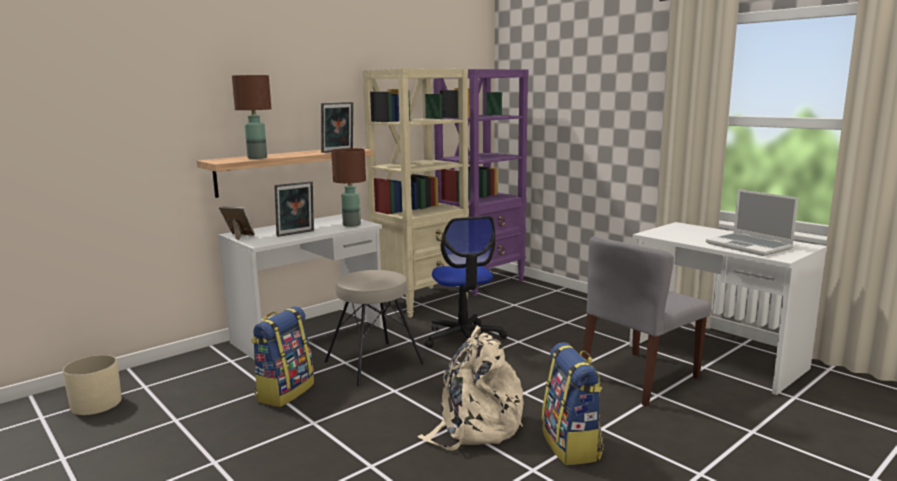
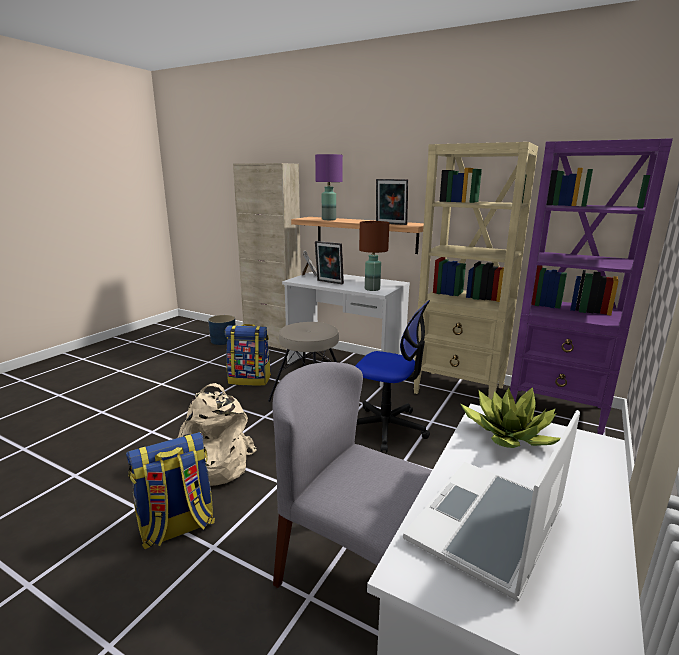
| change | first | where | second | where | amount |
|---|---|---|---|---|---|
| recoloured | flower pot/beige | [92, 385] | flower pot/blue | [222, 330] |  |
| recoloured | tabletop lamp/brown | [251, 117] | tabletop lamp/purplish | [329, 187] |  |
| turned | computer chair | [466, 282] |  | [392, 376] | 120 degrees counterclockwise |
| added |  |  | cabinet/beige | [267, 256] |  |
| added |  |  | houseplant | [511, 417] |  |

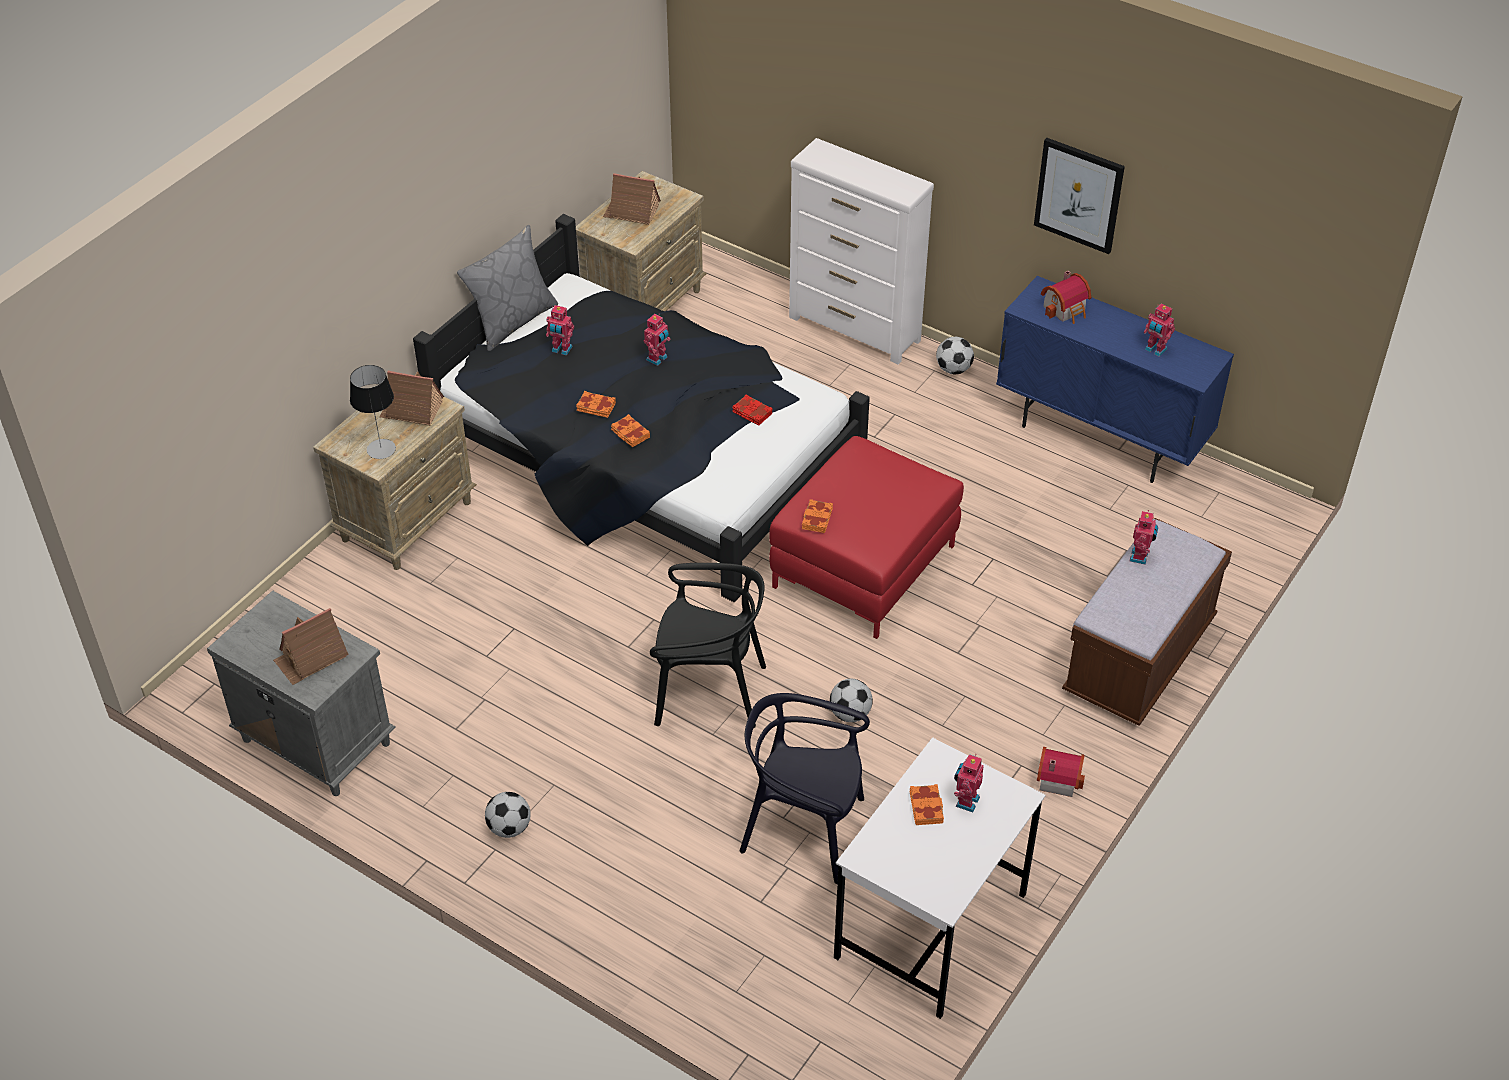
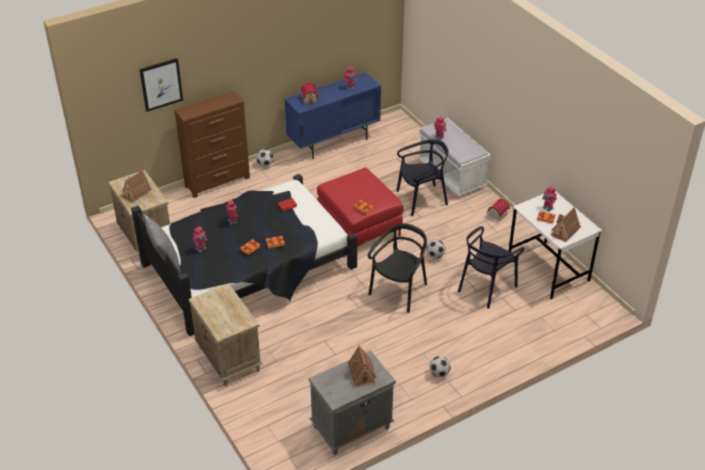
| change | first | where | second | where | amount |
|---|---|---|---|---|---|
| removed | tabletop lamp | [373, 412] |  |  |  |
| moved | toy house | [411, 398] |  | [565, 224] |  |
| recoloured | chest of drawers/white-coloured | [861, 251] | chest of drawers/brown | [212, 144] |  |
| moved | wall picture | [1079, 196] |  | [161, 85] |  |
| recoloured | long seat/brown | [1147, 622] | long seat/white-coloured | [454, 157] |  |
| added |  |  | plain chair/blackish | [422, 177] |  |

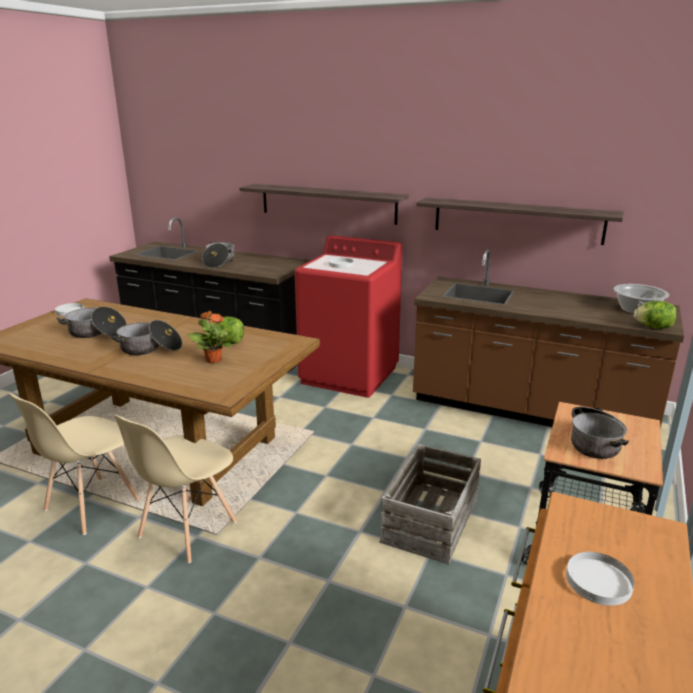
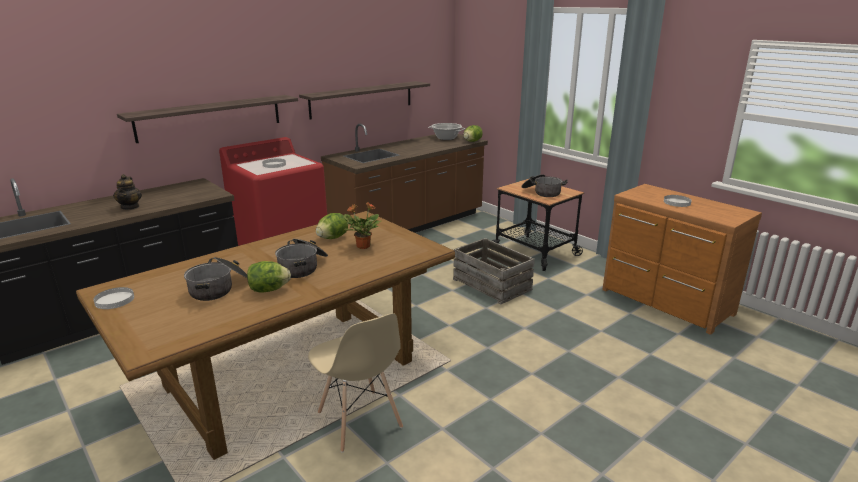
| change | first | where | second | where | amount |
|---|---|---|---|---|---|
| removed | plain chair/beige | [175, 489] |  |  |  |
| replaced | saucepot | [218, 254] | pot for tea | [127, 192] |  |
| added |  |  | lettuce | [269, 277] |  |

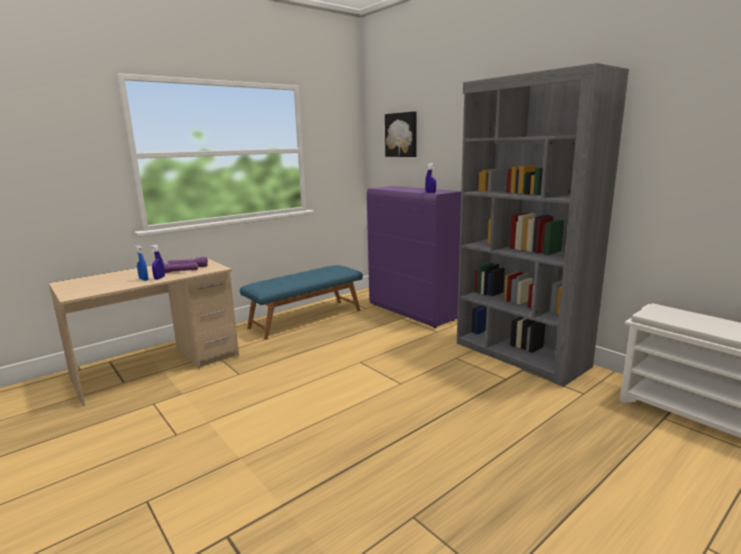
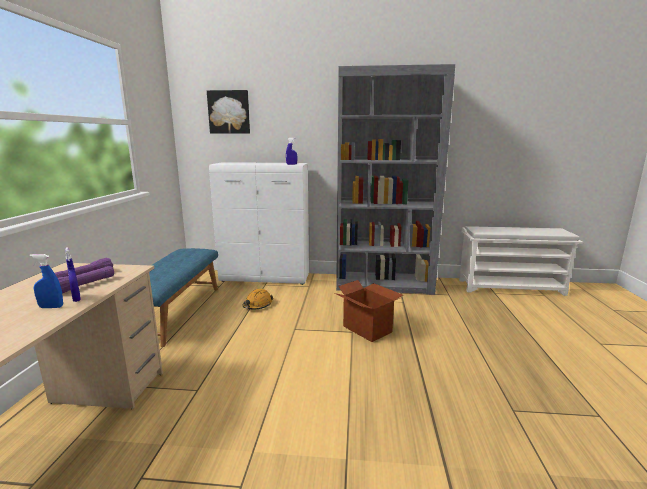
| change | first | where | second | where | amount |
|---|---|---|---|---|---|
| recoloured | cabinet/purplish | [414, 257] | cabinet/white-coloured | [259, 223] |  |
| added |  |  | hard hat/orange | [257, 299] |  |
| added |  |  | packing box | [368, 311] |  |

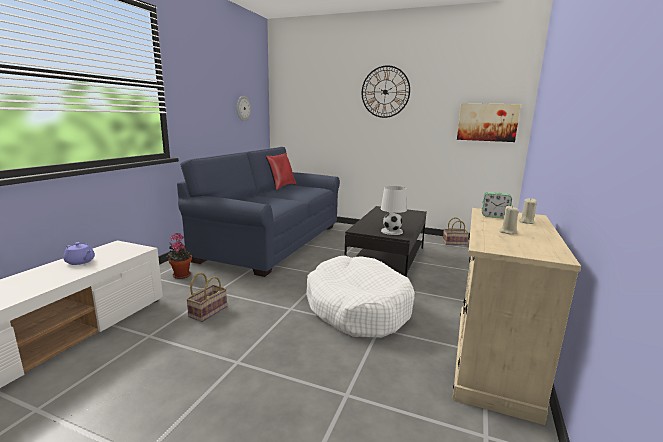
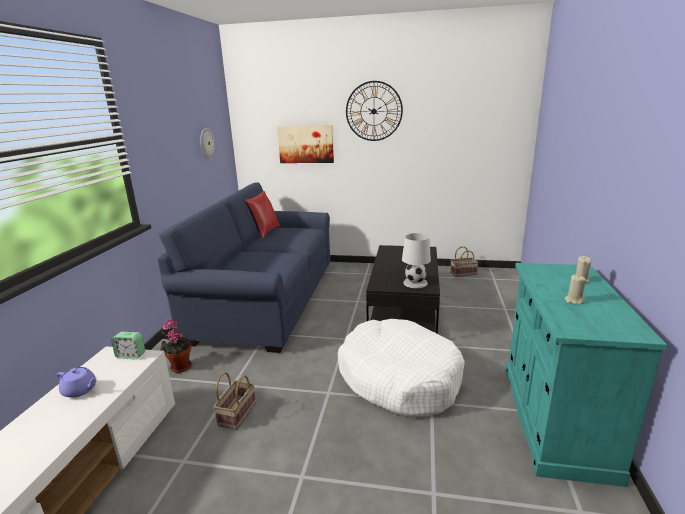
| change | first | where | second | where | amount |
|---|---|---|---|---|---|
| recoloured | cabinet/beige | [516, 316] | cabinet/blue-green | [586, 375] |  |
| moved | wall picture | [489, 122] |  | [305, 144] |  |
| moved | bedside clock | [497, 205] |  | [128, 345] |  |

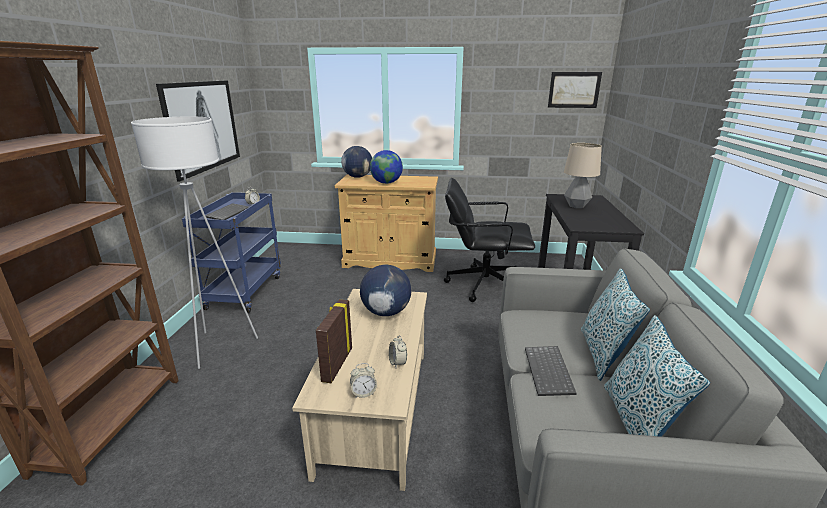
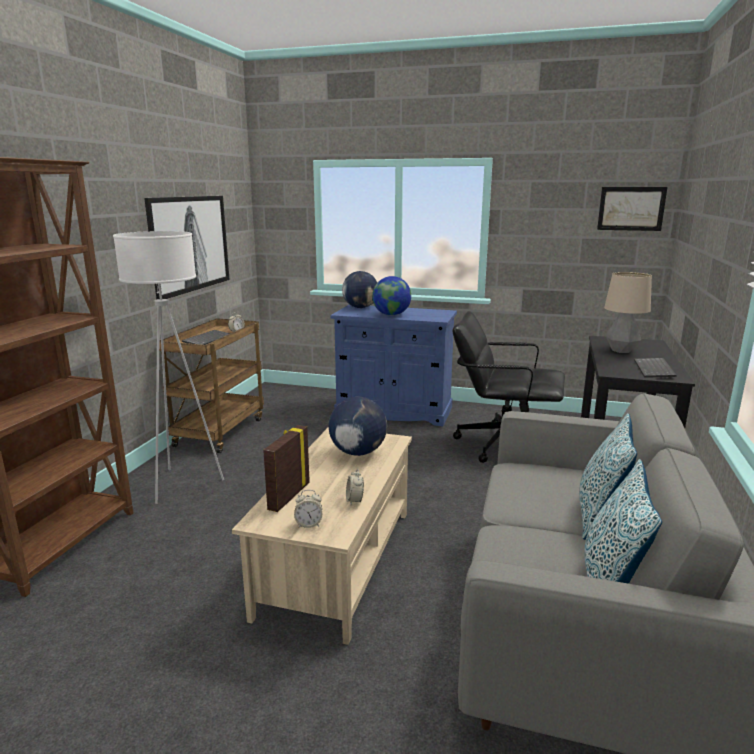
| change | first | where | second | where | amount |
|---|---|---|---|---|---|
| recoloured | trolley/blue | [231, 252] | trolley/brown | [211, 385] |  |
| recoloured | cabinet/beige | [386, 223] | cabinet/blue | [393, 365] |  |
| moved | keyboard | [550, 371] |  | [655, 368] |  |

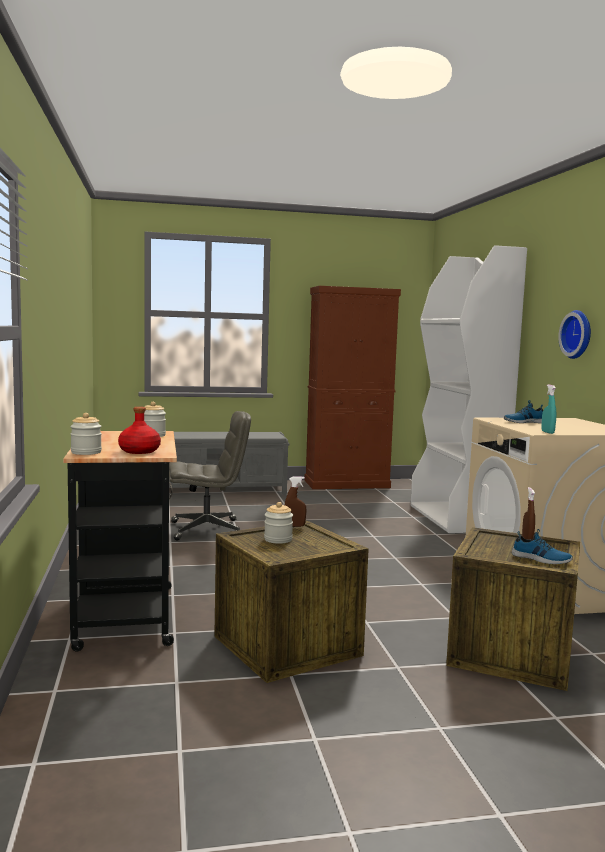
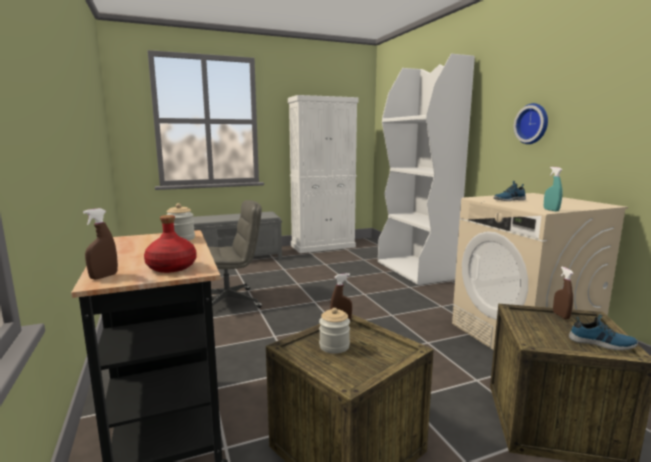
| change | first | where | second | where | amount |
|---|---|---|---|---|---|
| replaced | jar | [86, 434] | spray bottle/brown | [100, 244] |  |
| recoloured | cabinet/brown | [352, 387] | cabinet/white-coloured | [323, 174] |  |

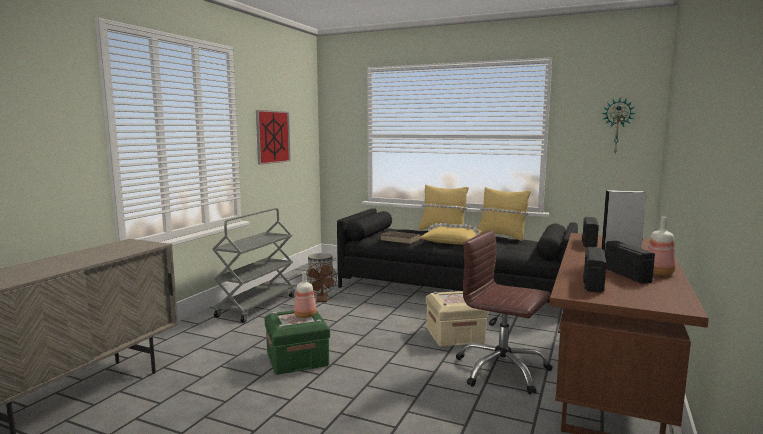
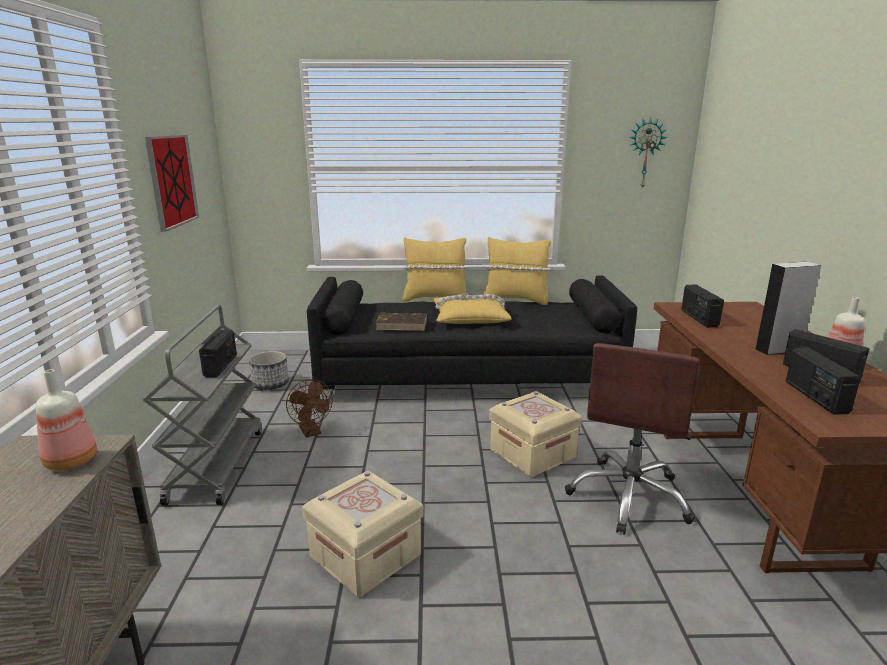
| change | first | where | second | where | amount |
|---|---|---|---|---|---|
| recoloured | storage container/green-coloured | [297, 342] | storage container/beige | [362, 534] |  |
| moved | beverage bottle | [305, 295] |  | [66, 419] |  |
| turned | computer chair/brown | [504, 312] |  | [632, 438] | 75 degrees counterclockwise |
| added |  |  | radio set | [218, 353] |  |

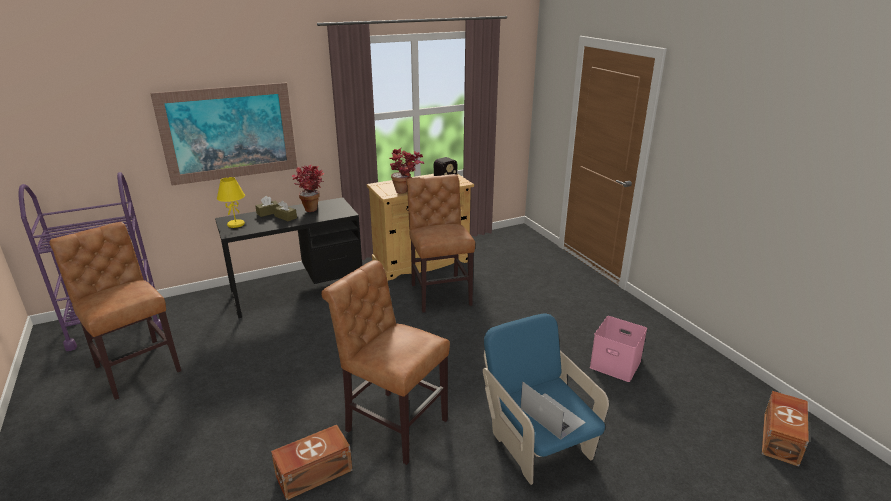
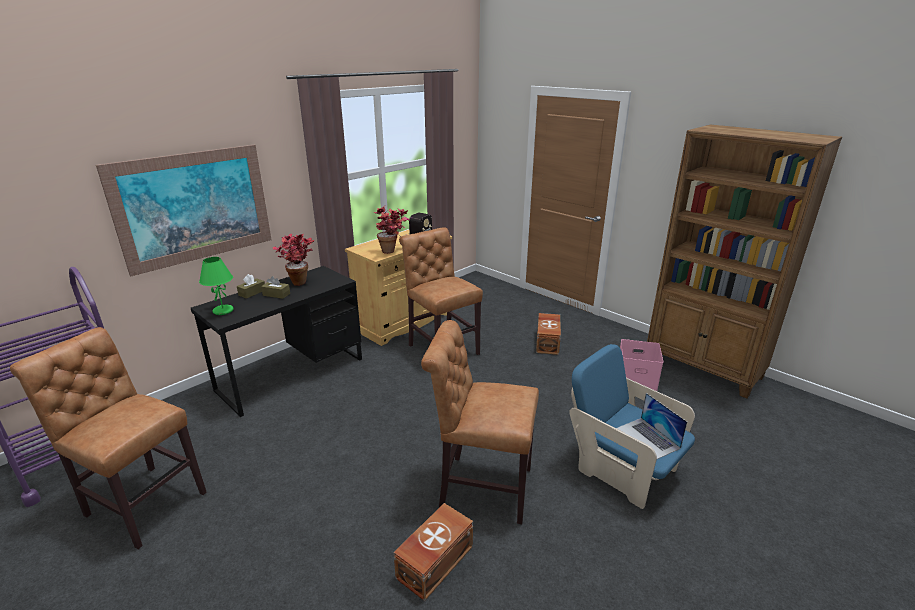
| change | first | where | second | where | amount |
|---|---|---|---|---|---|
| recoloured | tabletop lamp/yellow-coloured | [231, 202] | tabletop lamp/green-coloured | [216, 286] |  |
| turned | notebook computer | [553, 410] |  | [651, 426] | 150 degrees counterclockwise |
| moved | storage container/brown | [785, 429] |  | [548, 334] |  |
| added |  |  | shelving unit/brown | [744, 262] |  |

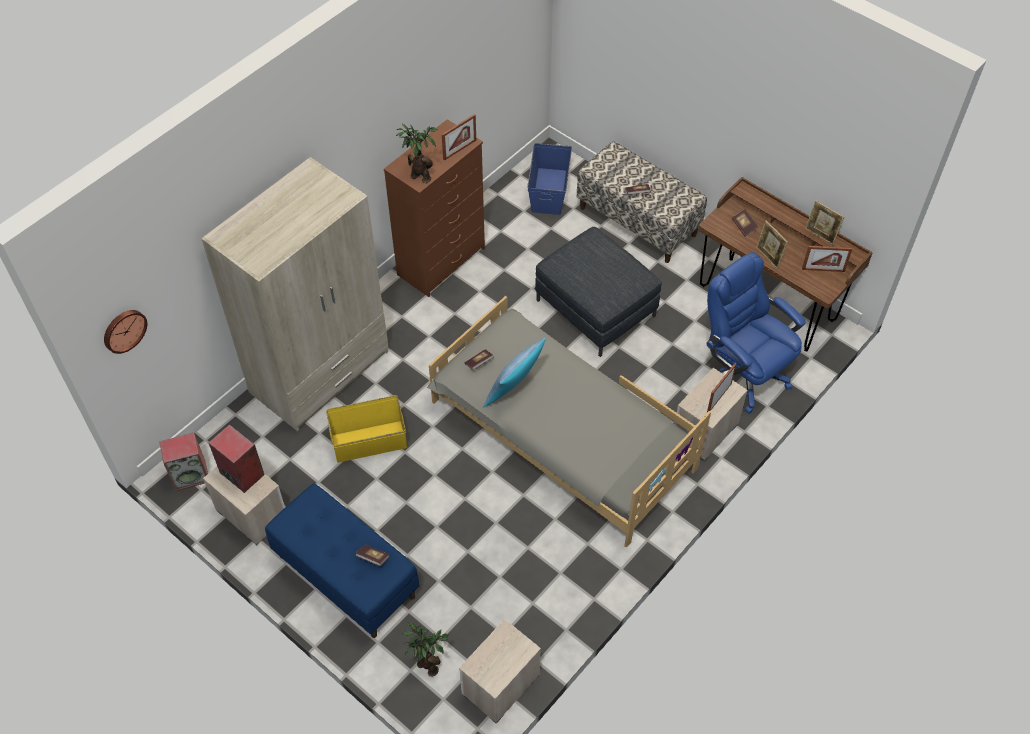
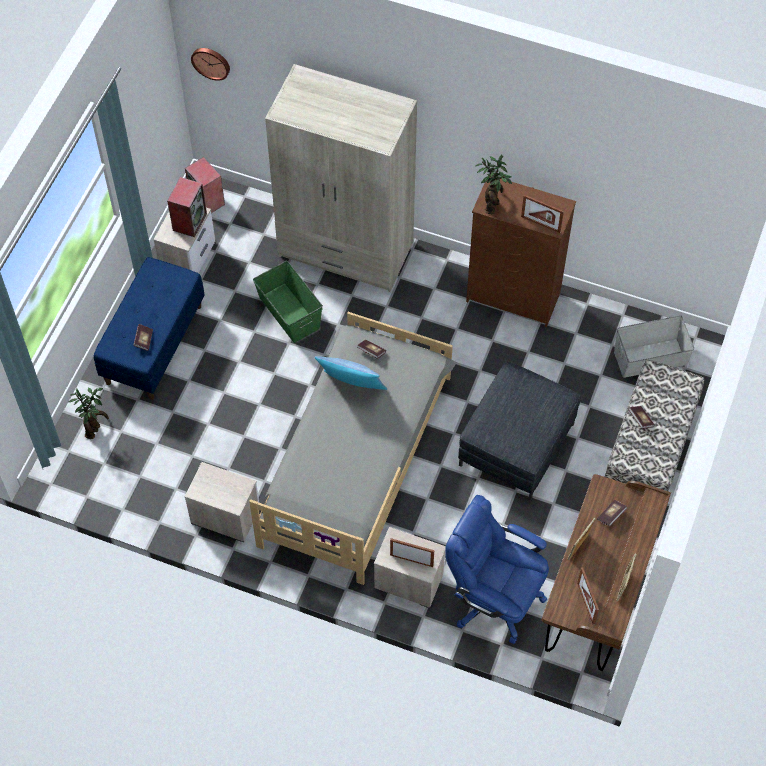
| change | first | where | second | where | amount |
|---|---|---|---|---|---|
| recoloured | storage container/yellow-coloured | [366, 429] | storage container/green-coloured | [288, 302] |  |
| moved | bedside table | [500, 671] |  | [222, 502] |  |
| recoloured | storage container/blue | [549, 179] | storage container/grey | [654, 346] |  |
| turned | computer chair/blue | [756, 333] |  | [497, 569] | 90 degrees counterclockwise |

